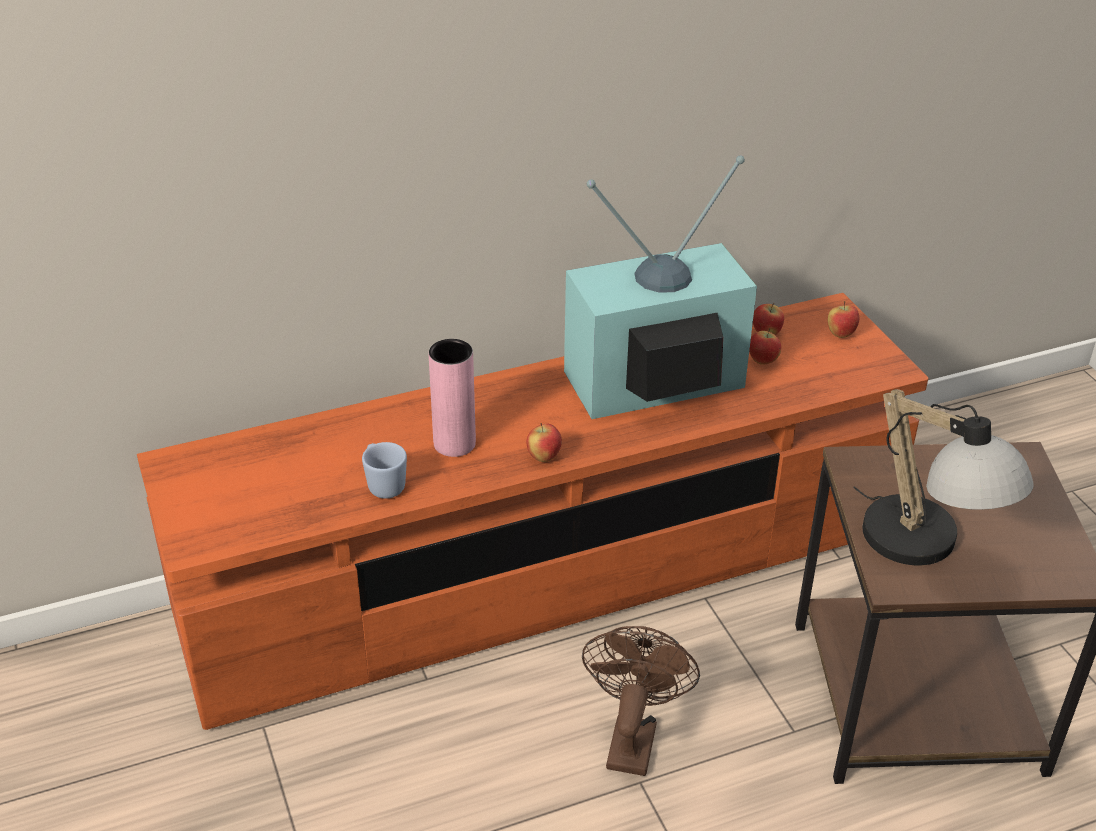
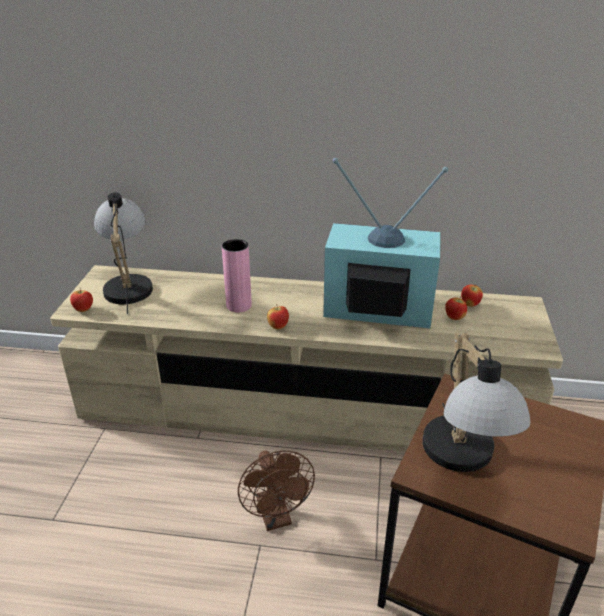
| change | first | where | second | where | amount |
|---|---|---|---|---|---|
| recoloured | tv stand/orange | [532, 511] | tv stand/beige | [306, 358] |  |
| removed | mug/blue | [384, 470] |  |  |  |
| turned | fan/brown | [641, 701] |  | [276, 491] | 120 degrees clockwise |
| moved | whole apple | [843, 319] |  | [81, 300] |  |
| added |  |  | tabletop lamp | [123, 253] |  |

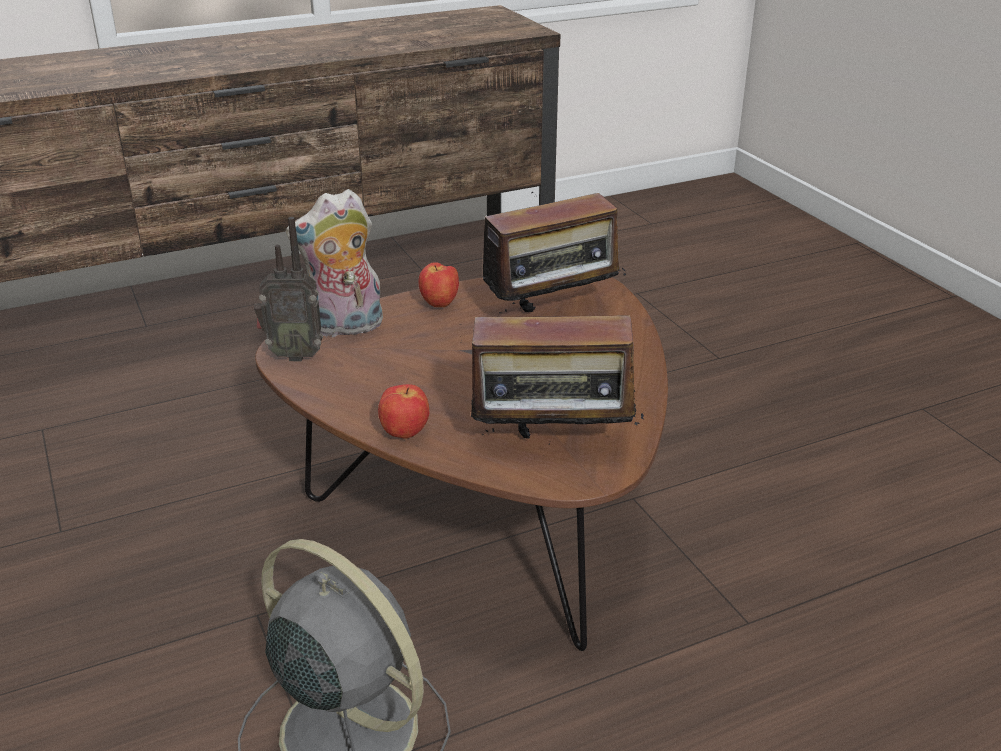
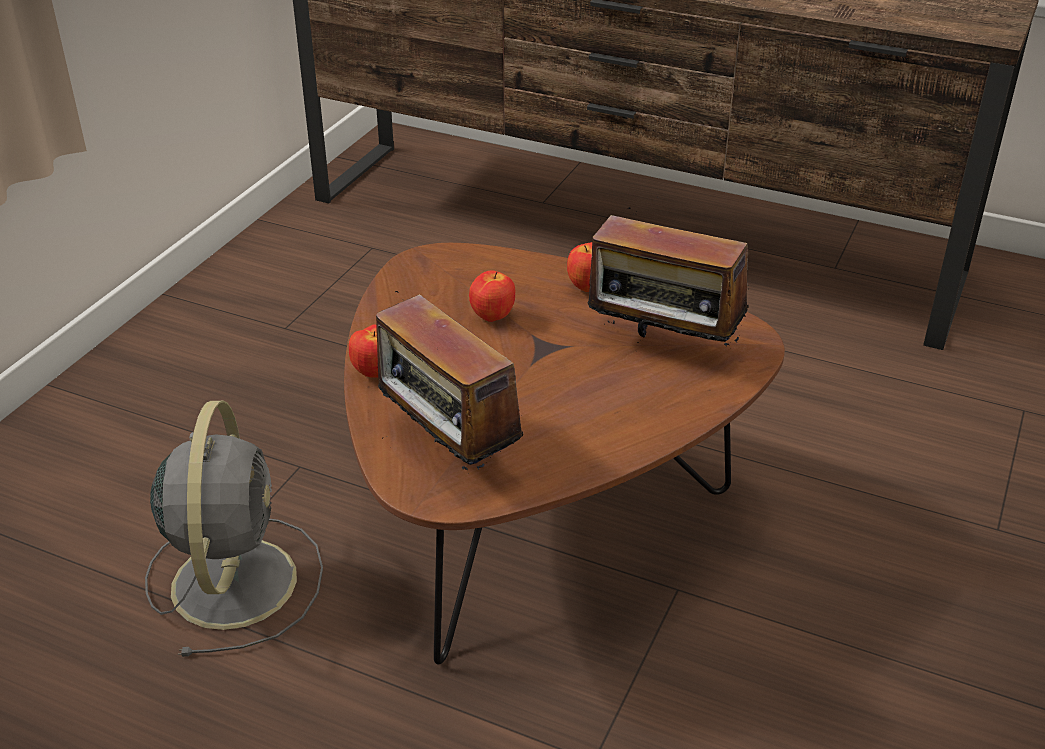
| change | first | where | second | where | amount |
|---|---|---|---|---|---|
| removed | radio set | [288, 289] |  |  |  |
| removed | plush toy | [334, 263] |  |  |  |
| added |  |  | whole apple | [492, 296] |  |

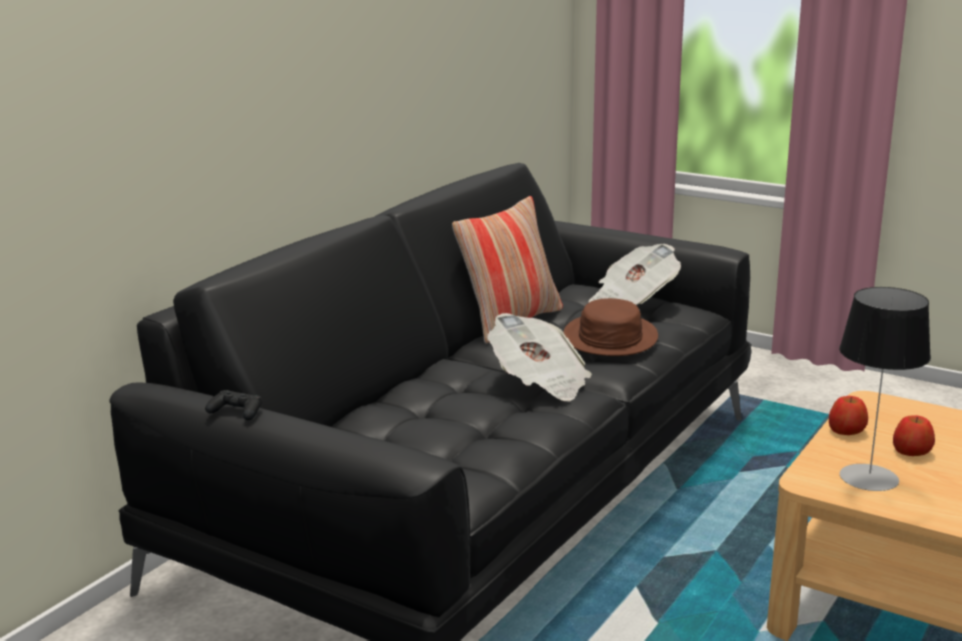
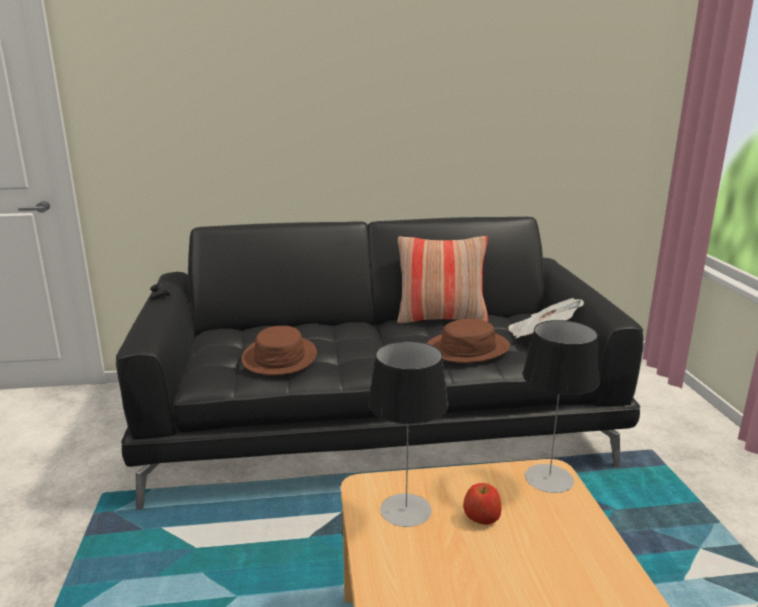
| change | first | where | second | where | amount |
|---|---|---|---|---|---|
| removed | printed paper | [539, 357] |  |  |  |
| removed | whole apple | [848, 415] |  |  |  |
| added |  |  | hat/brown | [279, 350] |  |
| added |  |  | tabletop lamp | [561, 406] |  |

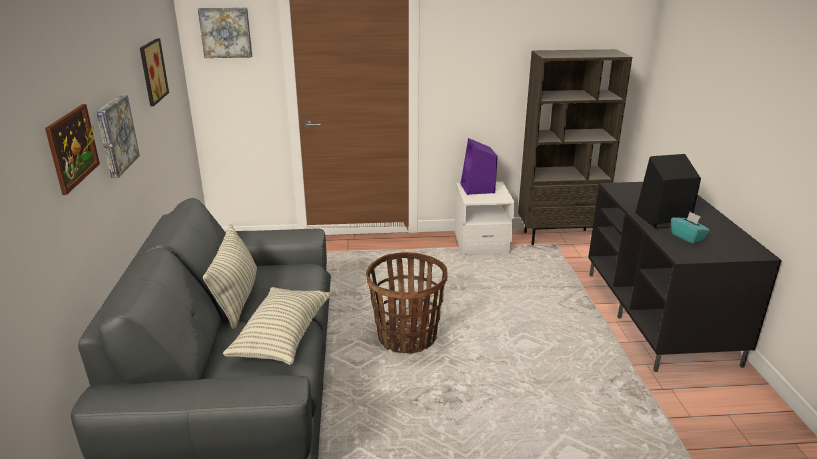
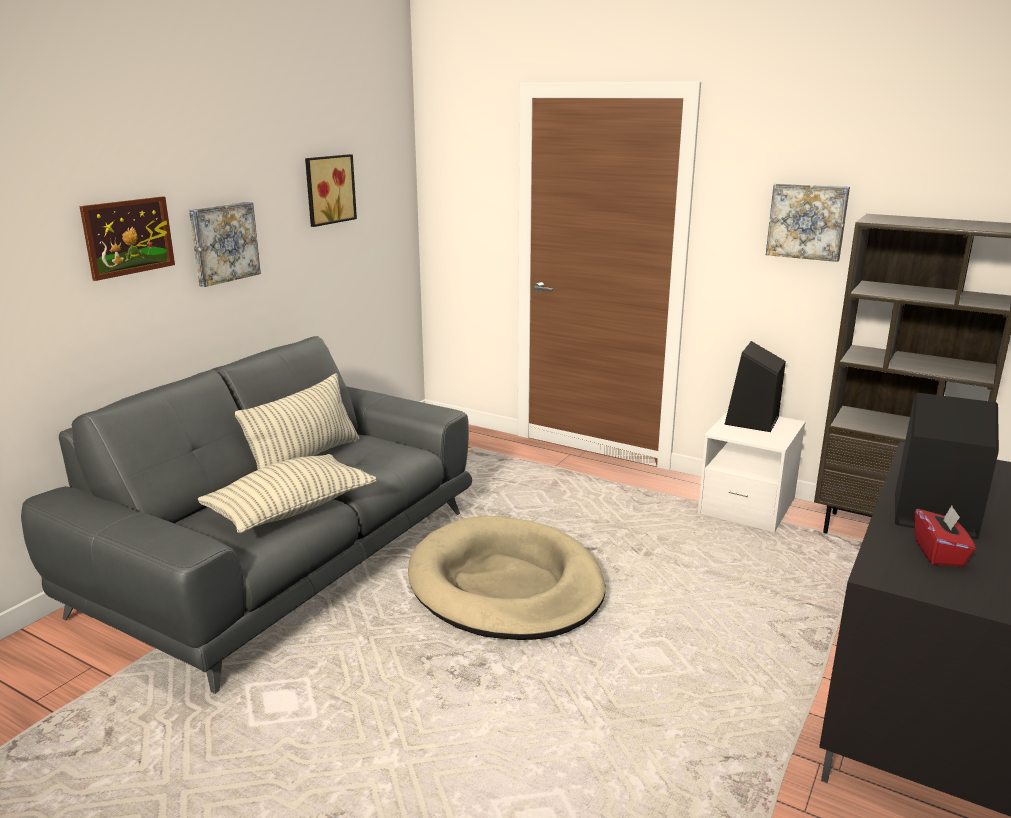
| change | first | where | second | where | amount |
|---|---|---|---|---|---|
| moved | wall picture | [225, 33] |  | [808, 222] |  |
| replaced | storage basket | [407, 303] | dog bed/beige | [506, 577] |  |
| recoloured | audio speaker/purplish | [479, 166] | audio speaker/blackish | [755, 386] |  |
| recoloured | tissue box/blue-green | [690, 228] | tissue box/red | [945, 536] |  |

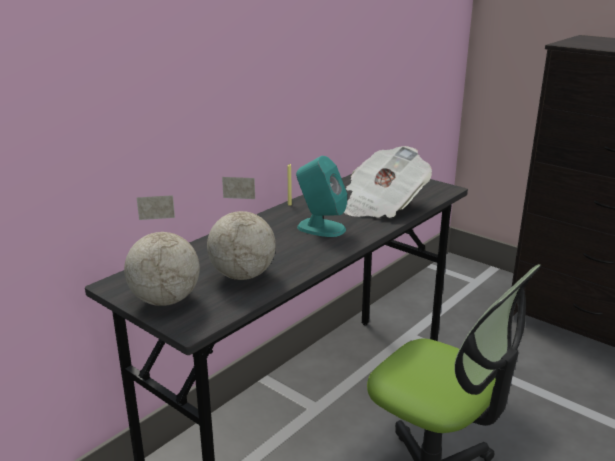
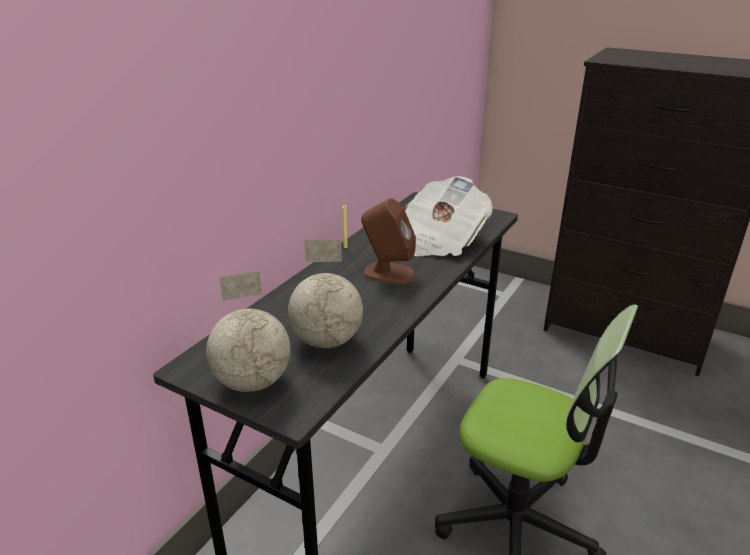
| change | first | where | second | where | amount |
|---|---|---|---|---|---|
| recoloured | audio speaker/blue-green | [321, 196] | audio speaker/brown | [388, 241] |  |

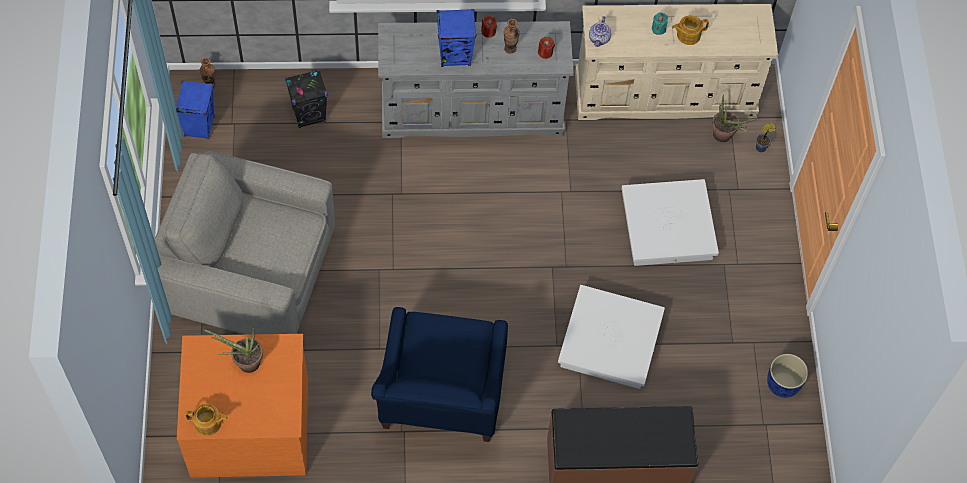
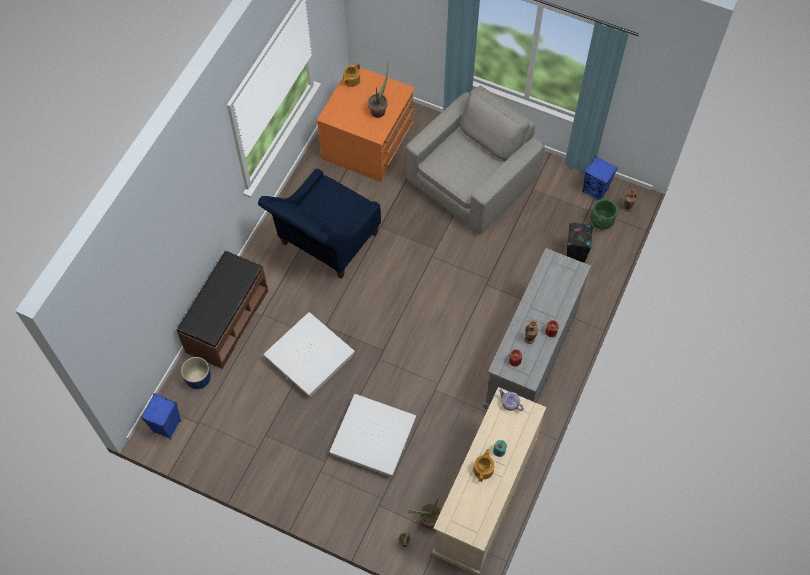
| change | first | where | second | where | amount |
|---|---|---|---|---|---|
| turned | easy chair/blue | [439, 374] |  | [319, 224] | 90 degrees counterclockwise |
| moved | audio speaker/blue | [456, 38] |  | [161, 416] |  |
| moved | flower pot/blue | [787, 376] |  | [196, 373] |  |
| added |  |  | flower pot/green-coloured | [604, 214] |  |

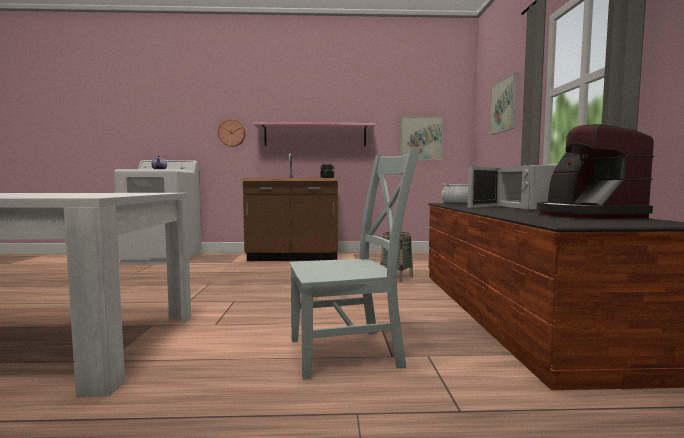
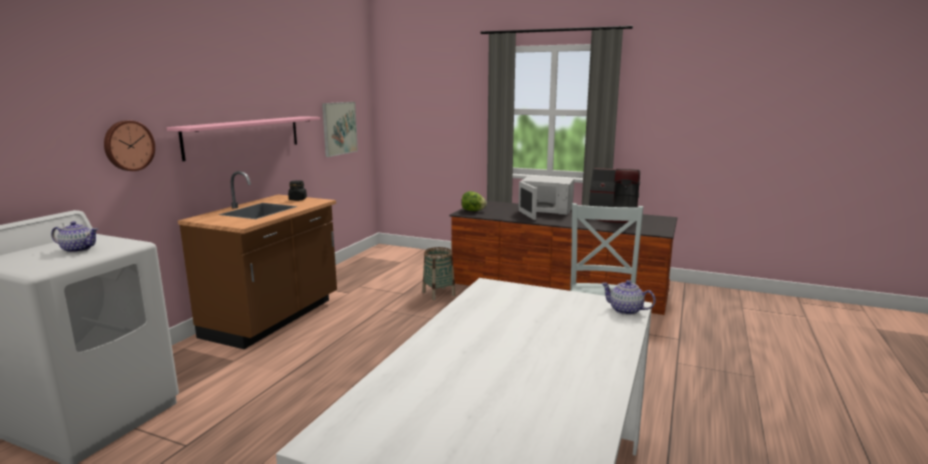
| change | first | where | second | where | amount |
|---|---|---|---|---|---|
| replaced | saucepot | [454, 193] | lettuce | [474, 201] |  |
| removed | wall picture | [503, 104] |  |  |  |
| added |  |  | pot for tea | [628, 297] |  |

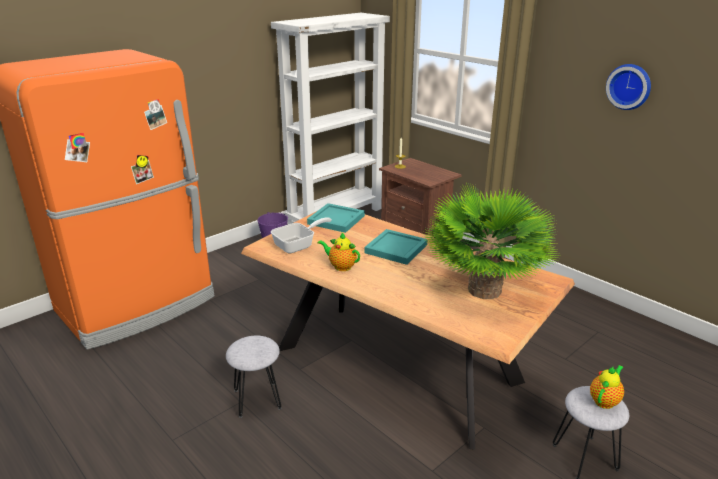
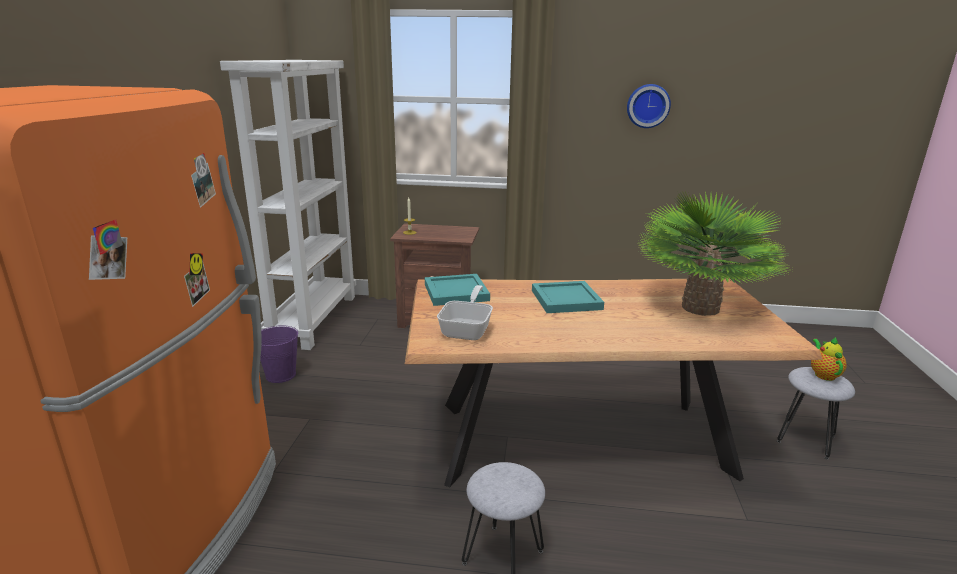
| change | first | where | second | where | amount |
|---|---|---|---|---|---|
| removed | pot for tea | [339, 252] |  |  |  |

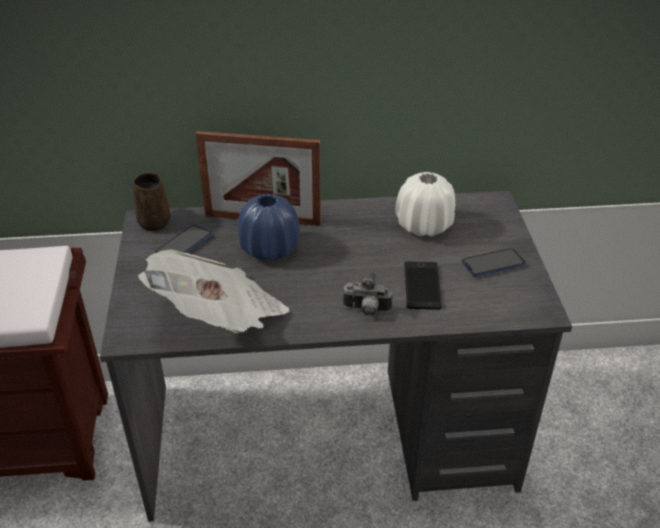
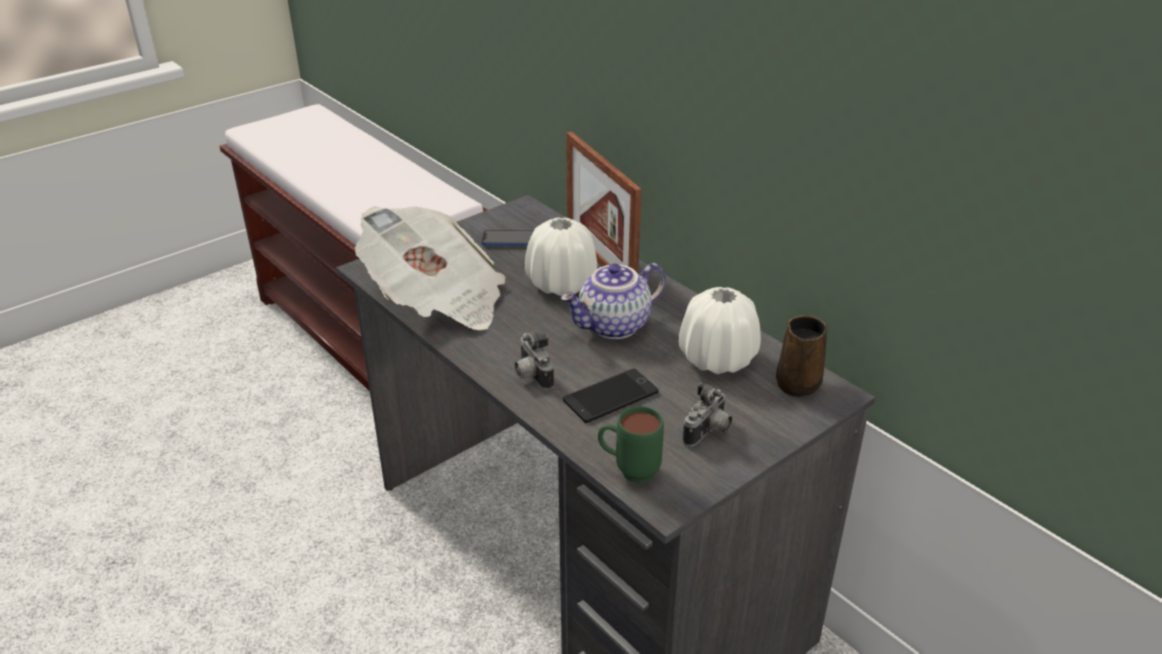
| change | first | where | second | where | amount |
|---|---|---|---|---|---|
| moved | mug/brown | [151, 201] |  | [801, 356] |  |
| recoloured | flower vase/blue | [269, 227] | flower vase/white-coloured | [561, 256] |  |
| replaced | telephone | [493, 262] | photo camera | [707, 414] |  |
| added |  |  | pot for tea | [613, 301] |  |
| added |  |  | mug/green-coloured | [631, 444] |  |

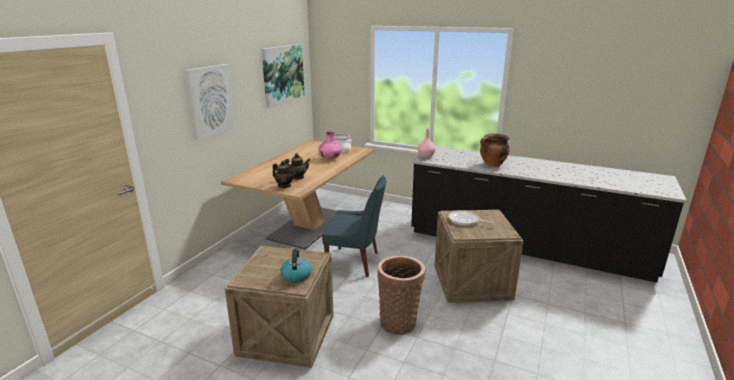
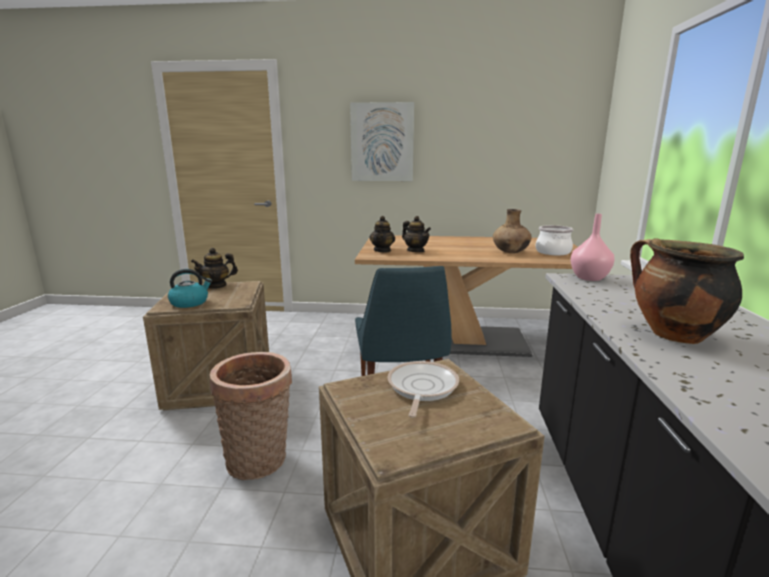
| change | first | where | second | where | amount |
|---|---|---|---|---|---|
| removed | wall picture | [283, 76] |  |  |  |
| recoloured | flower vase/pinkish | [330, 145] | flower vase/brown | [512, 231] |  |
| added |  |  | pot for tea | [214, 268] |  |

